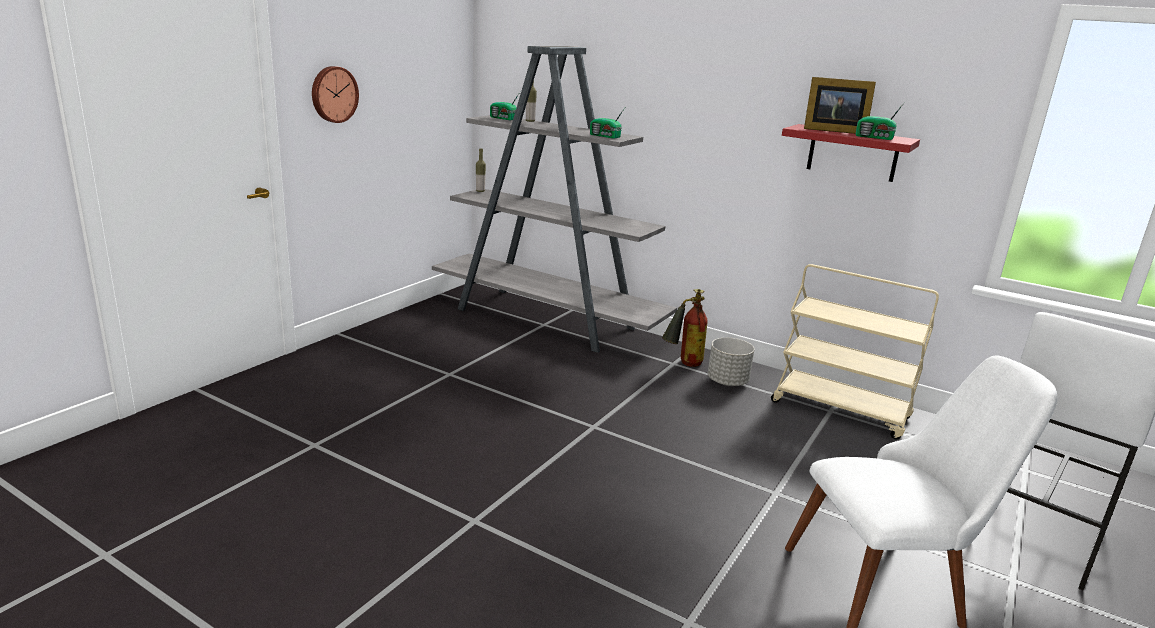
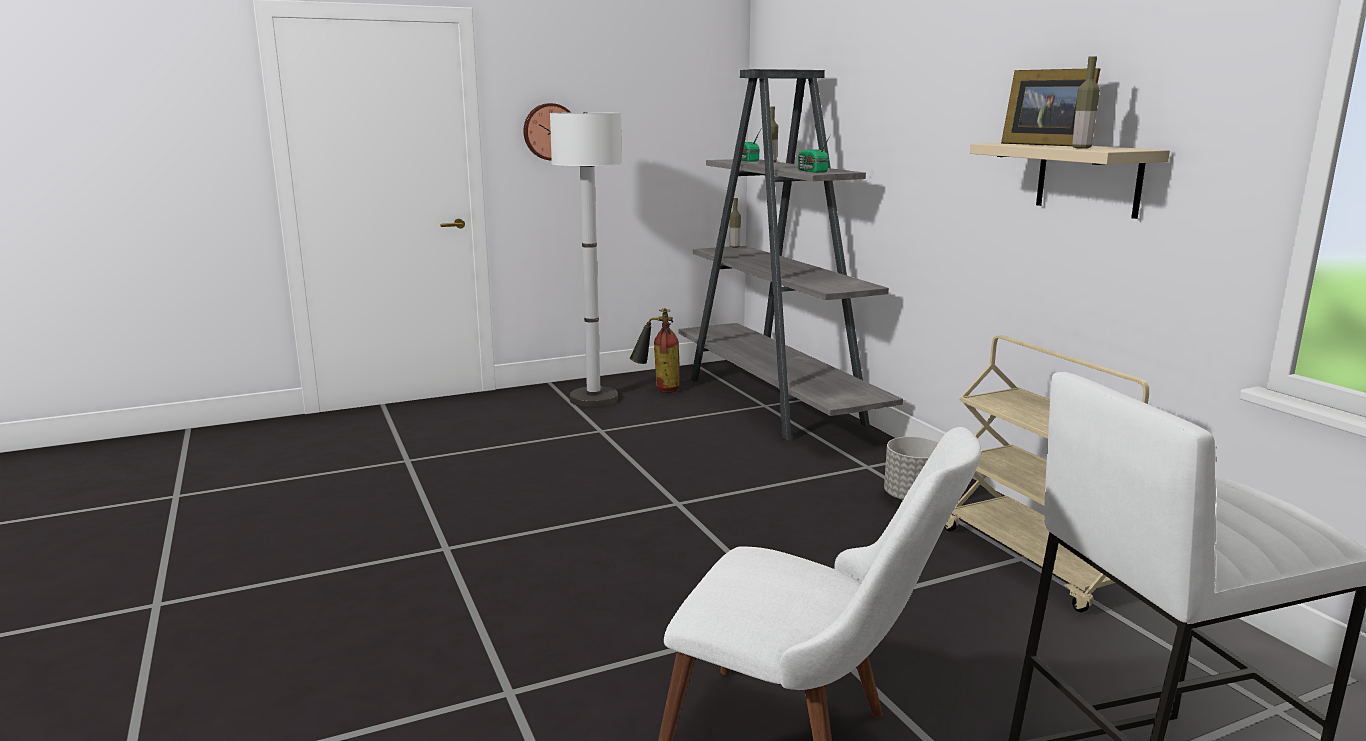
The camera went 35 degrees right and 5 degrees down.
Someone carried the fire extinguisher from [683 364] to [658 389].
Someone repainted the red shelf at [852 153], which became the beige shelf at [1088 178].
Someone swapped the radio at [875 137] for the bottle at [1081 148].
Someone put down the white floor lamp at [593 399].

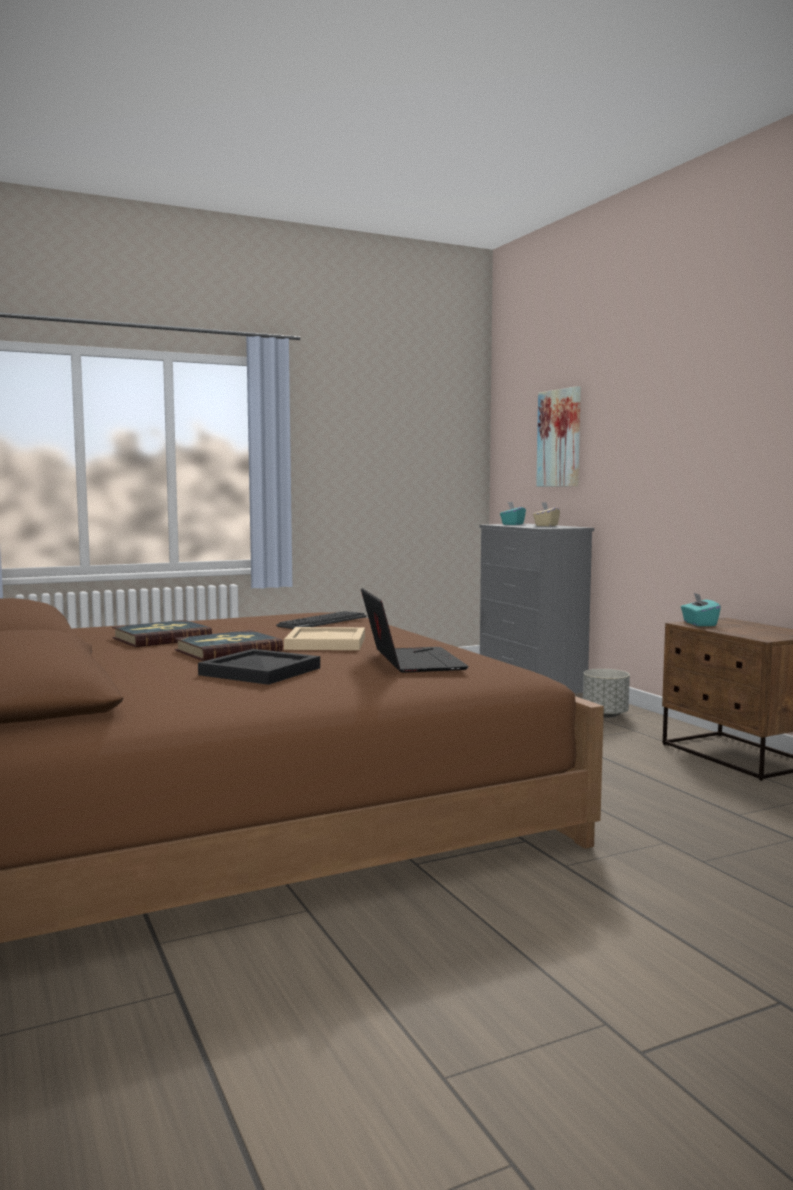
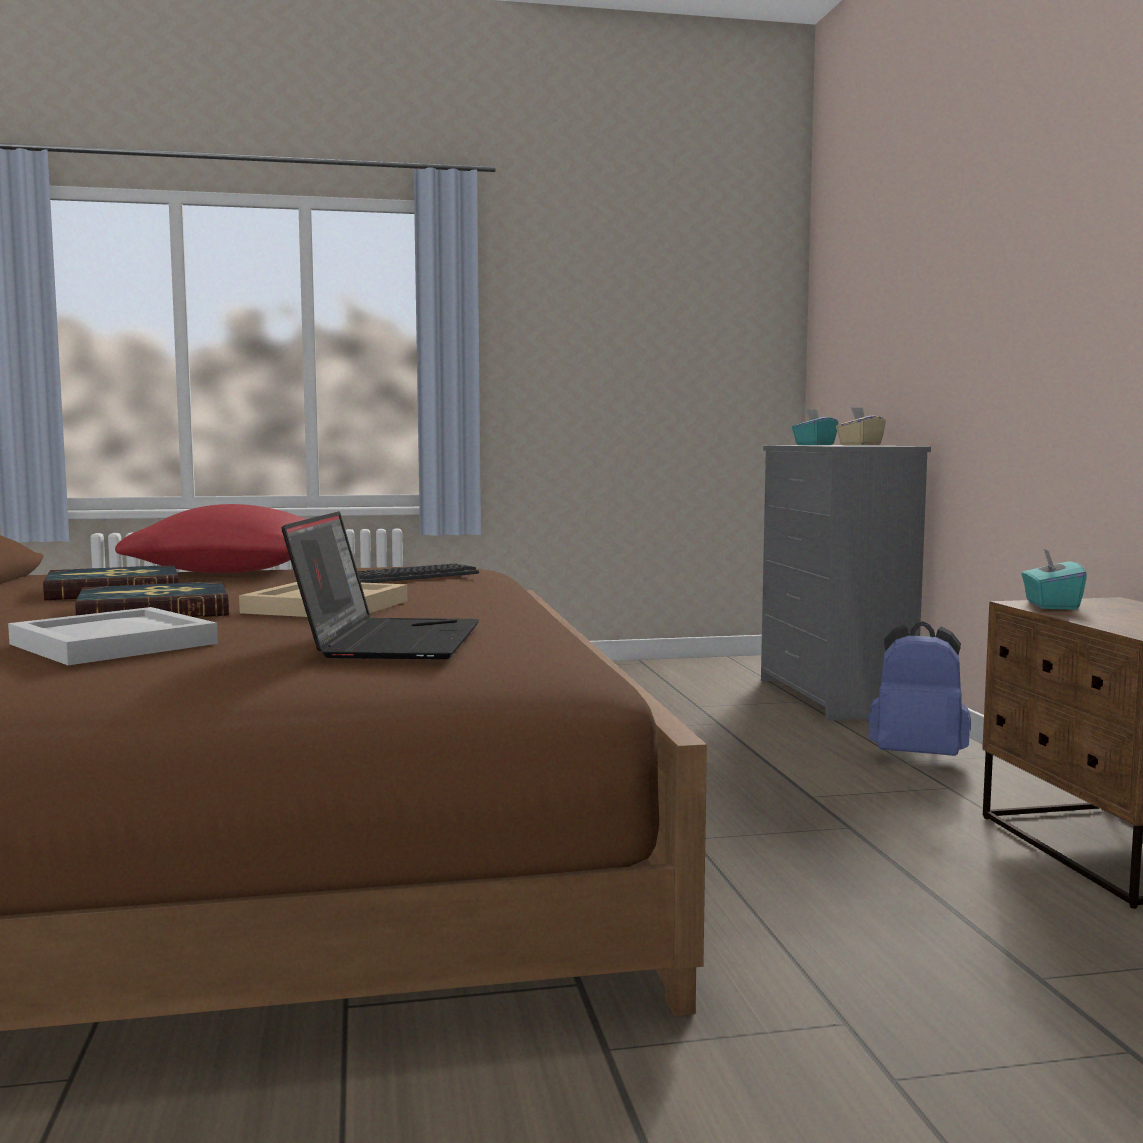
The camera went 15 degrees right and 0 degrees up.
Someone repainted the black tray at [260 671], which became the white tray at [115 643].
Someone took away the picture at [560 438].
Someone swapped the grey planter at [605 715] for the blue backpack at [917 756].
Someone put down the red pillow at [229 571].

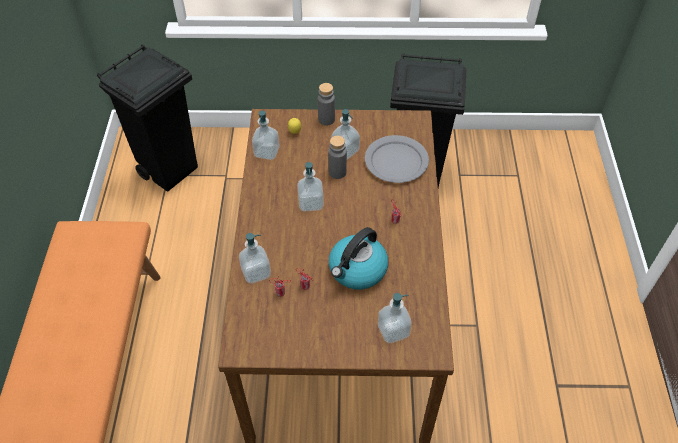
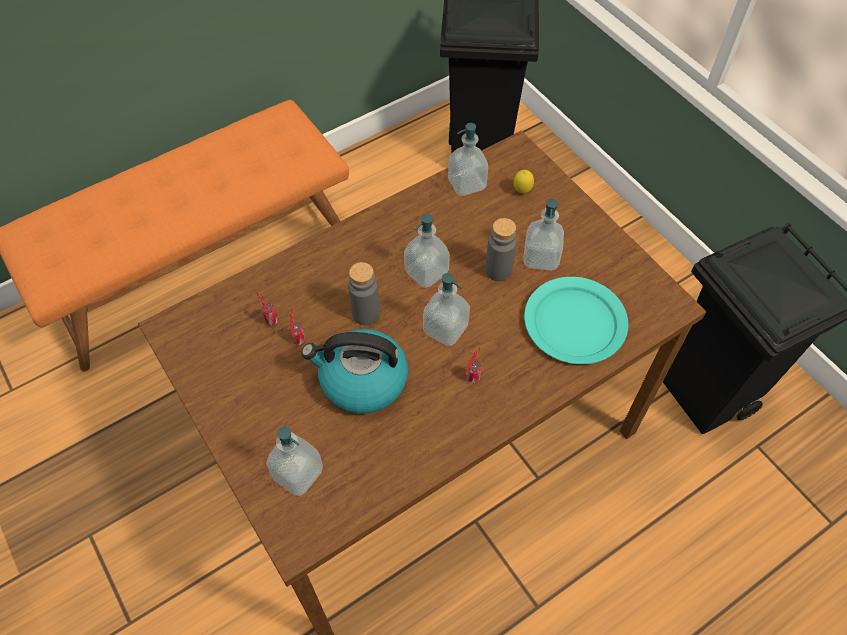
The camera went 55 degrees right and 5 degrees up.
Someone carried the soap dispenser from [256 272] to [445 329].
Someone carried the grey bottle from [326 119] to [366 313].
Someone repainted the grey plate at [396 161], which became the turquoise plate at [574 323].

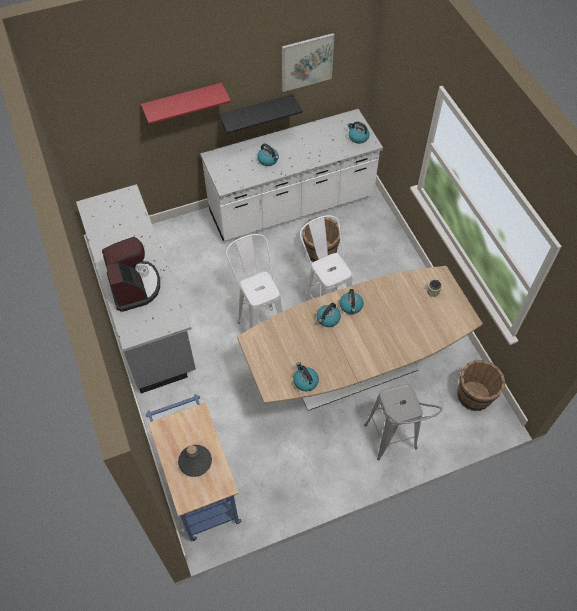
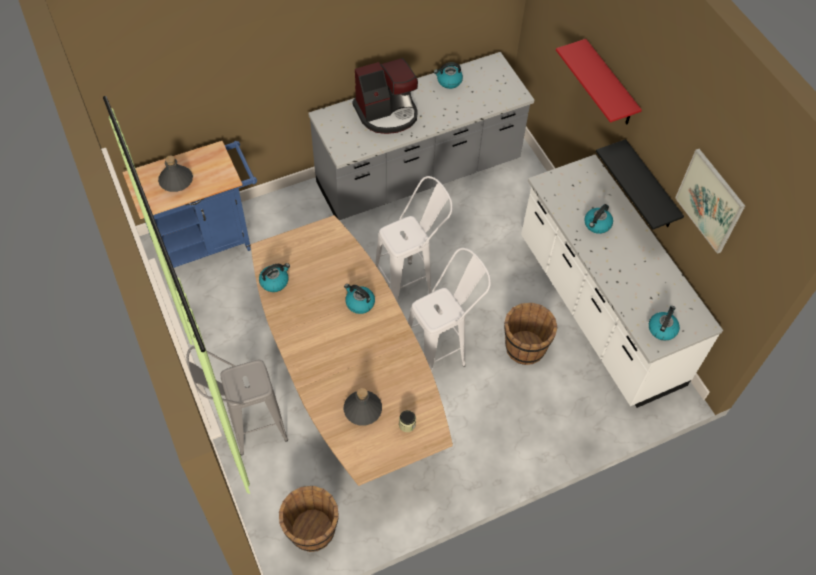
The camera went 85 degrees right and 0 degrees up.
Someone carried the kettle from [351 306] to [449 81].
Someone put down the grey bottle at [363 409].

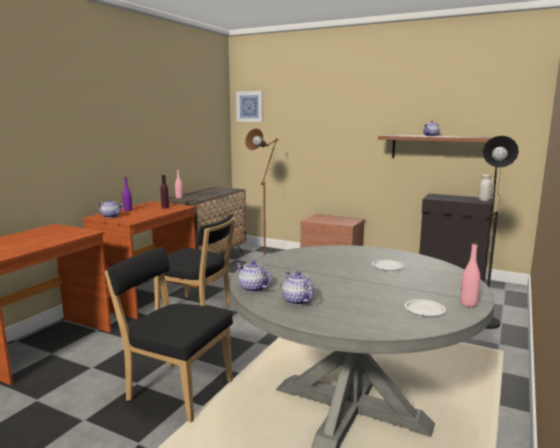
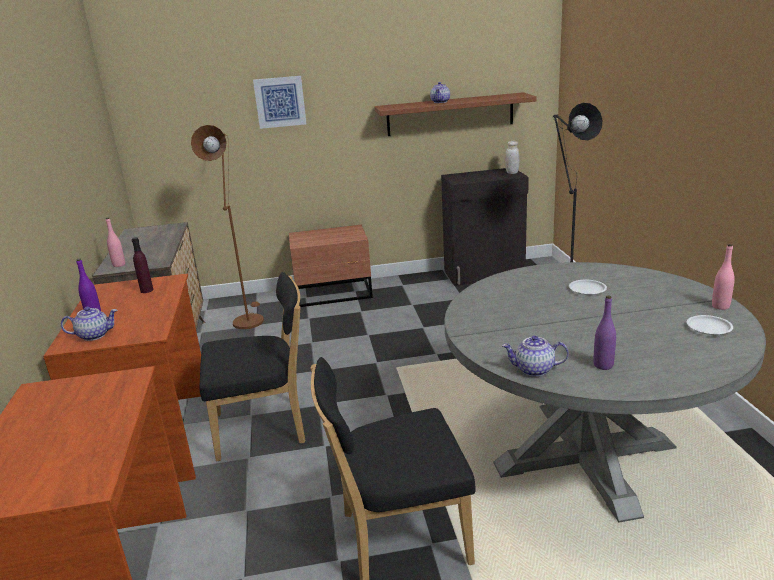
The camera went 35 degrees left and 10 degrees up.
Someone carried the picture from [249 106] to [280 102].
Someone swapped the teapot at [297 301] for the purple bottle at [603 365].

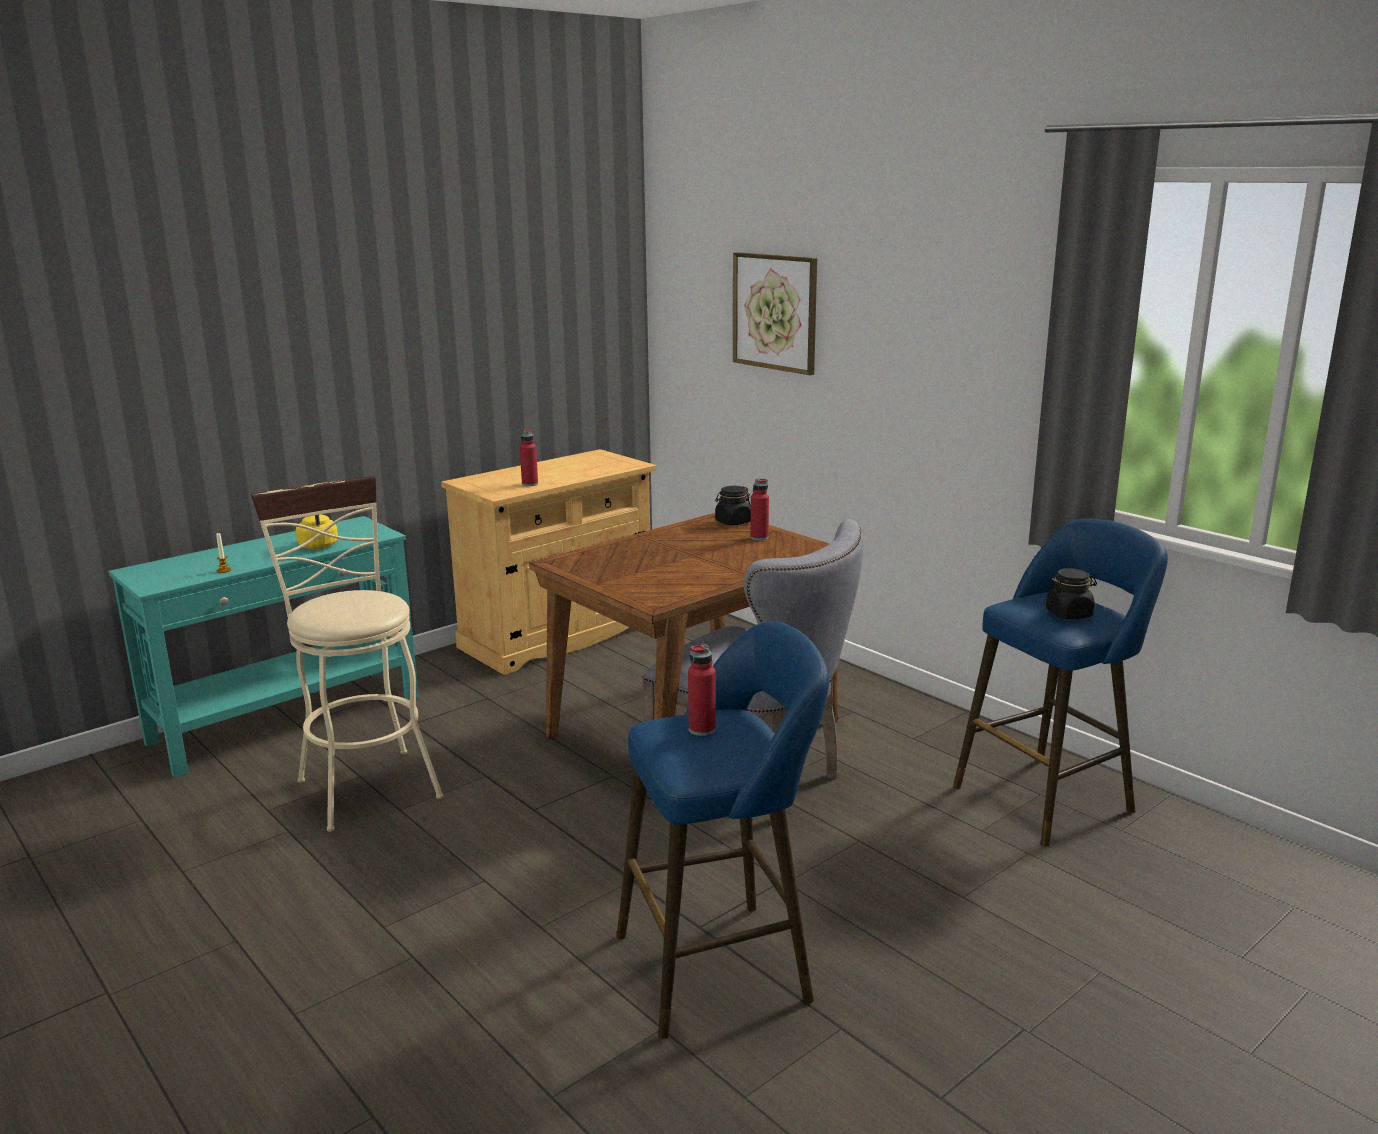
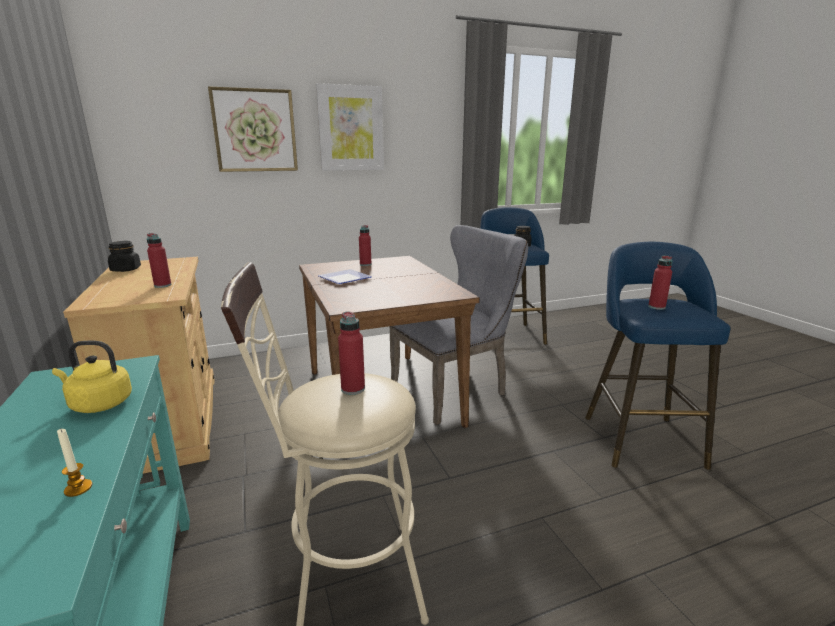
The camera went 70 degrees left and 0 degrees up.
Someone carried the black jar from [733 522] to [126 269].
Someone put up the picture at [351 128].
Someone put down the plate at [345 278].
Someone put down the red bottle at [353 389].

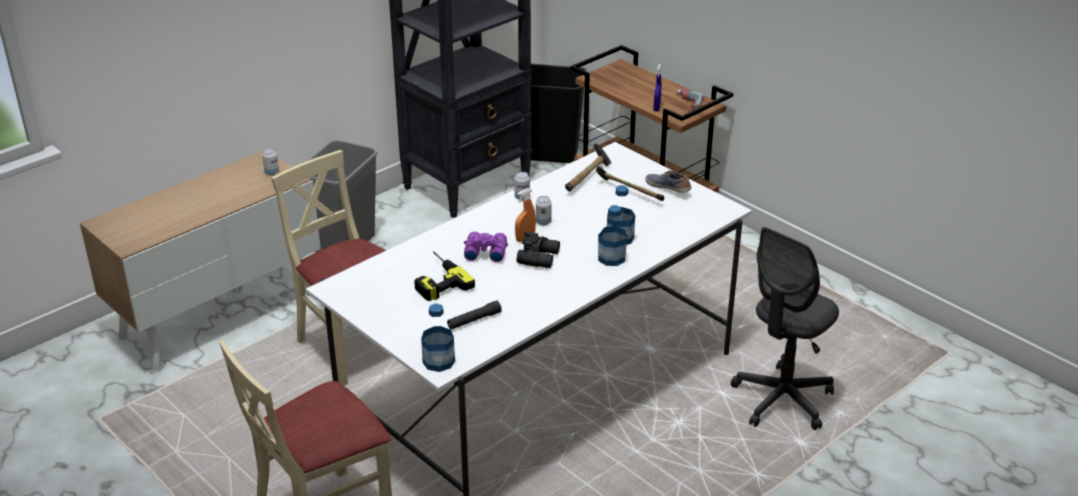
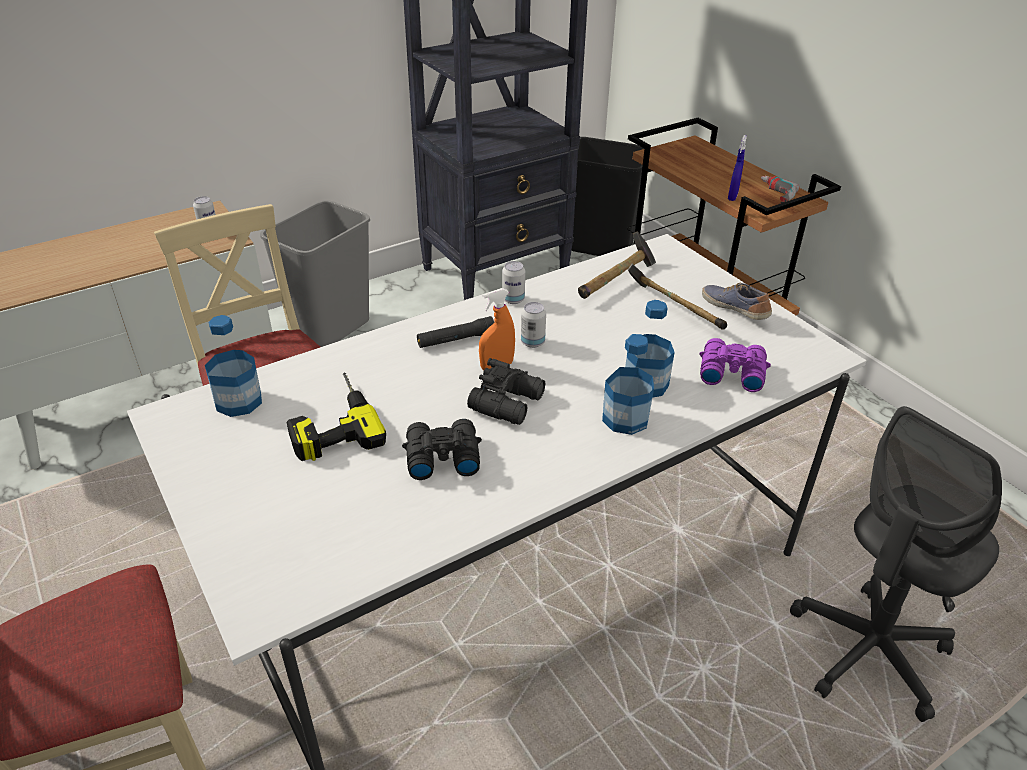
The camera went 10 degrees right and 5 degrees up.
Someone carried the bottle from [438 361] to [239 401].
Someone carried the black flashlight from [474 320] to [456 340].
Someone carried the purple binoculars from [485 252] to [730 372].
Someone put down the black binoculars at [441 456].

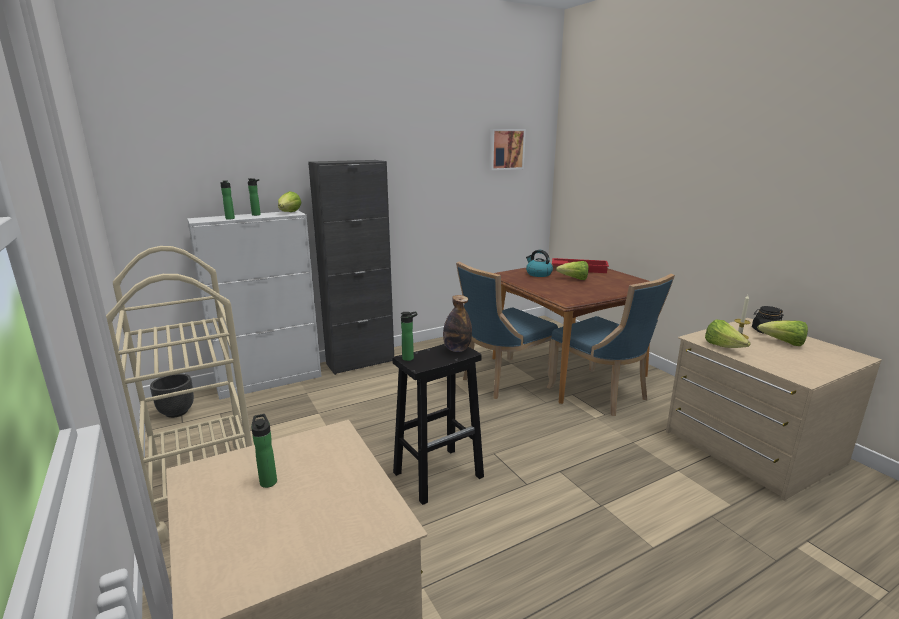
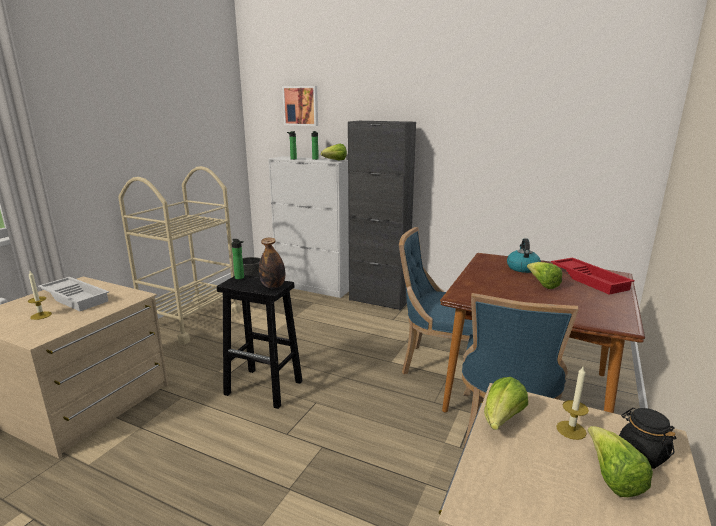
The camera went 55 degrees right and 0 degrees up.
Someone swapped the bottle at [268 480] for the white tray at [76 297].
Someone carried the picture from [506 149] to [301 106].
Someone put down the candle at [41 315].

